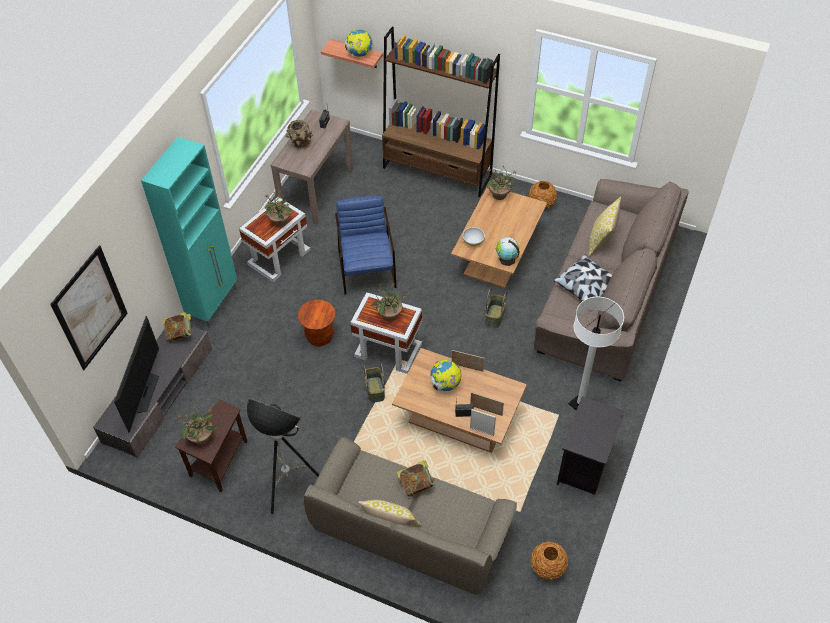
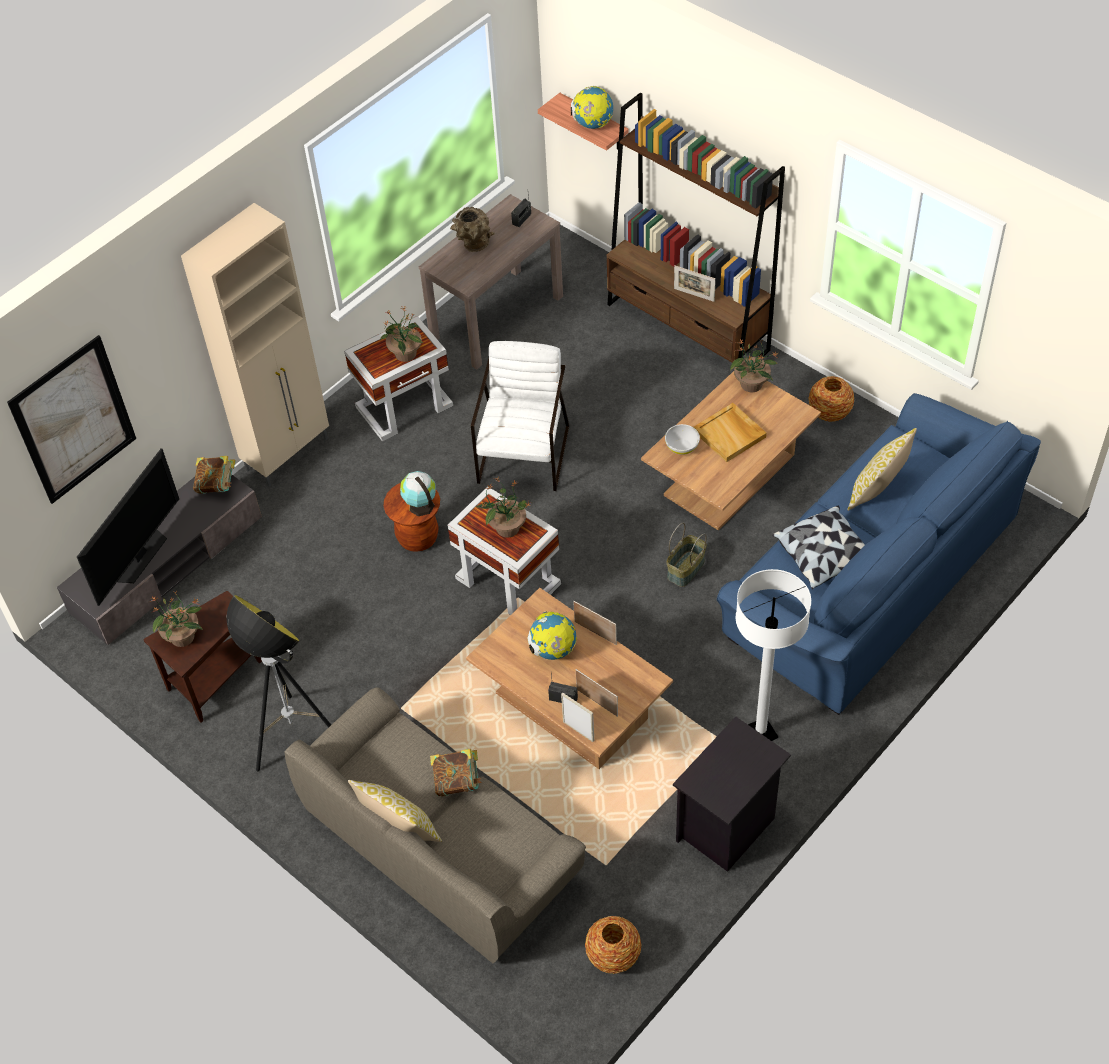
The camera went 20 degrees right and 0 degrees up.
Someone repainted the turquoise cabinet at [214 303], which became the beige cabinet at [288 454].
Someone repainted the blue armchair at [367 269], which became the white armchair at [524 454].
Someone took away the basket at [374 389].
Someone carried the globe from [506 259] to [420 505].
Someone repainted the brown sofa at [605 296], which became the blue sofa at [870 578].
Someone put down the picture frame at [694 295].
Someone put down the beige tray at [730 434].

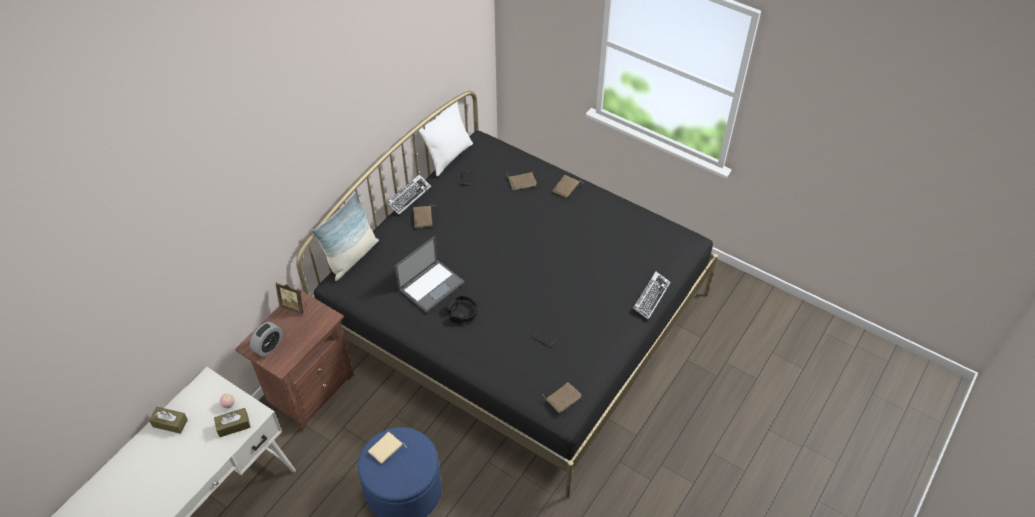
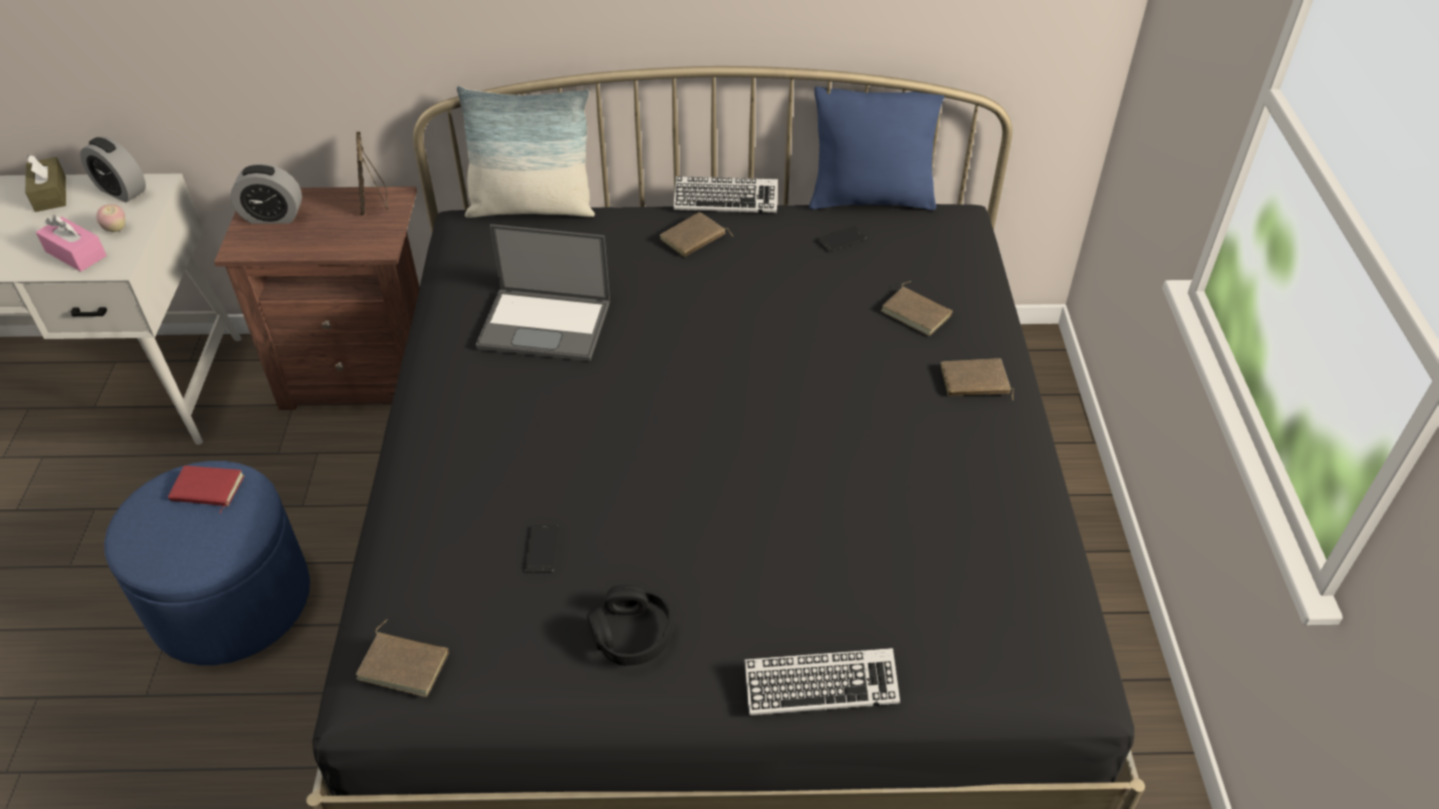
The camera went 55 degrees right and 5 degrees down.
Someone repainted the brown tissue box at [233 425], which became the pink tissue box at [76 254].
Someone repainted the beige book at [386 449], which became the red book at [206 490].
Someone repainted the white pillow at [449 156], which became the blue pillow at [871 199].
Someone carried the black headphones from [462 312] to [631 634].
Someone put down the alarm clock at [121 190].

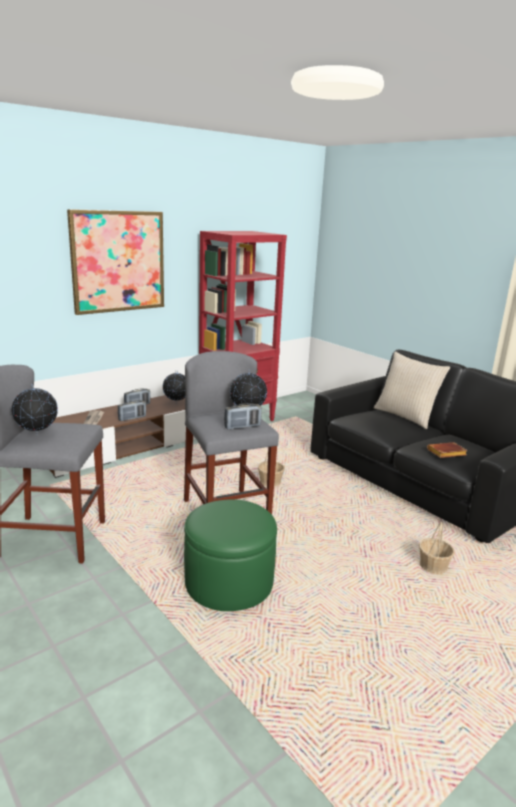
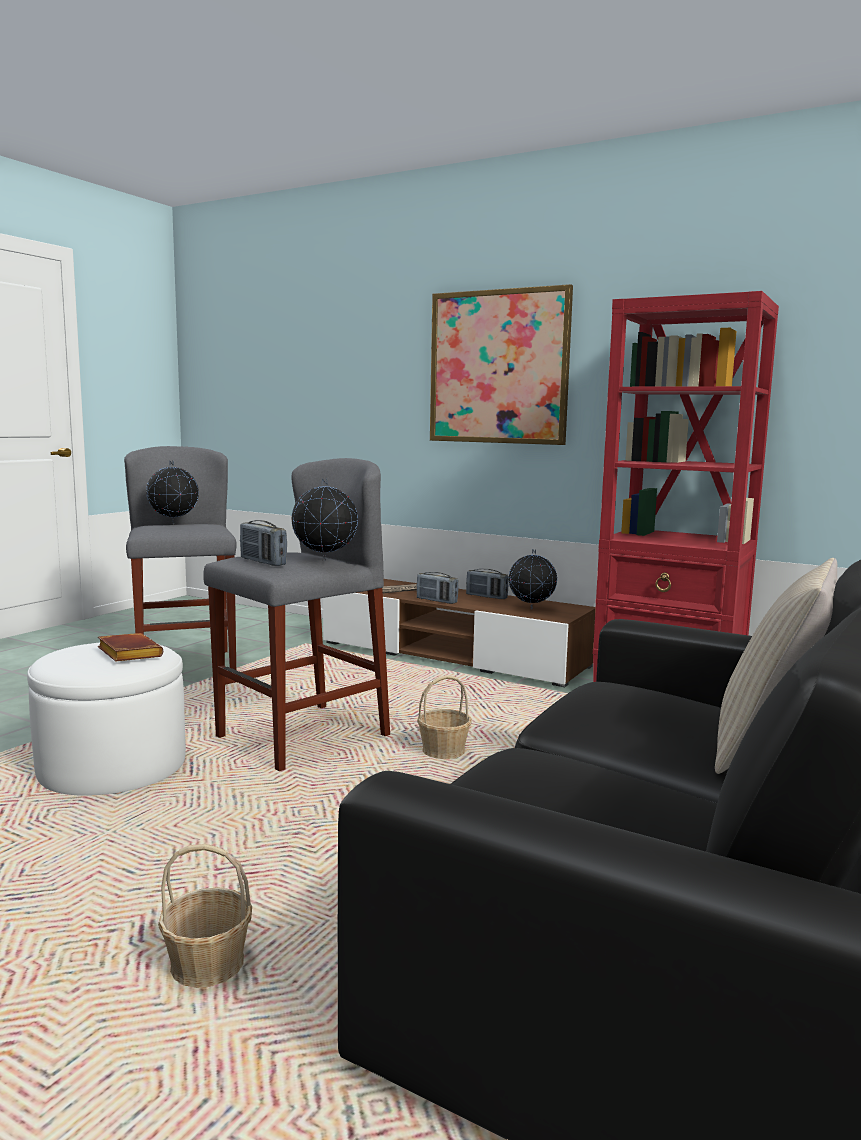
The camera went 70 degrees right and 10 degrees down.
Someone repainted the green ottoman at [229 581], which became the white ottoman at [112 766].
Someone carried the brown book from [446 453] to [127 653].

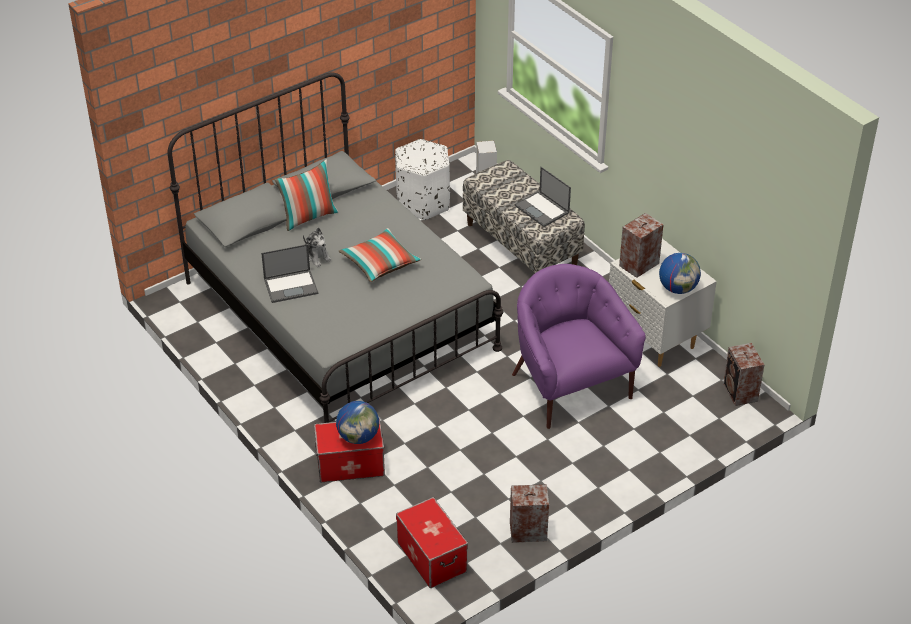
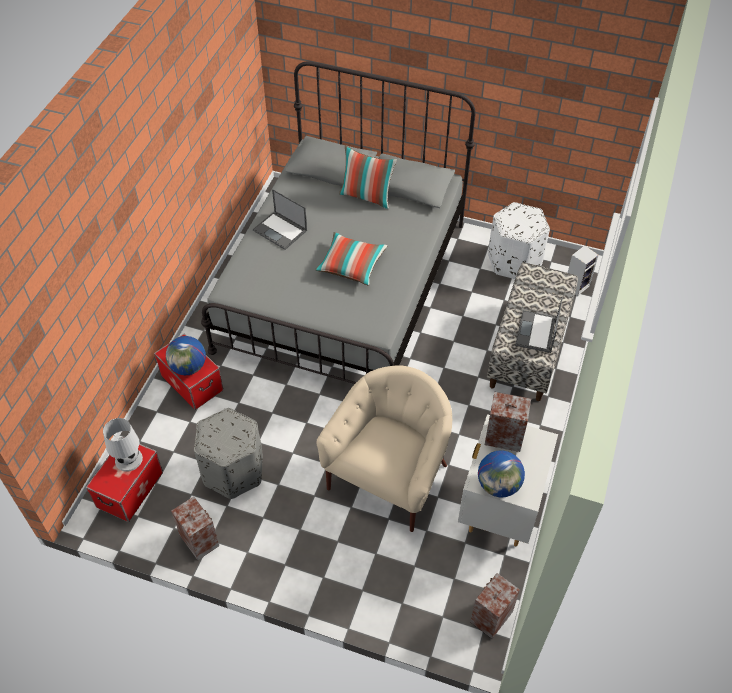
The camera went 55 degrees right and 10 degrees up.
Someone took away the plush toy at [316 257].
Someone repainted the purple armchair at [569 386], which became the beige armchair at [389 477].
Someone put down the white table lamp at [128 459].
Someone put down the grey ottoman at [233 471].

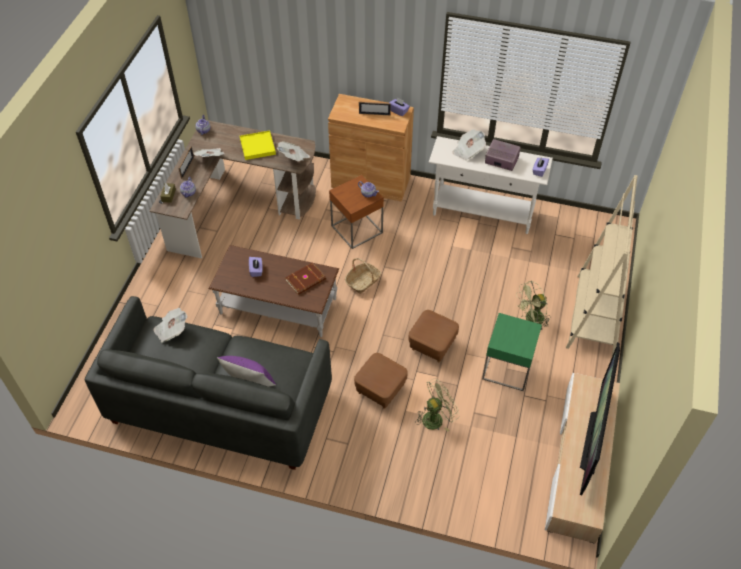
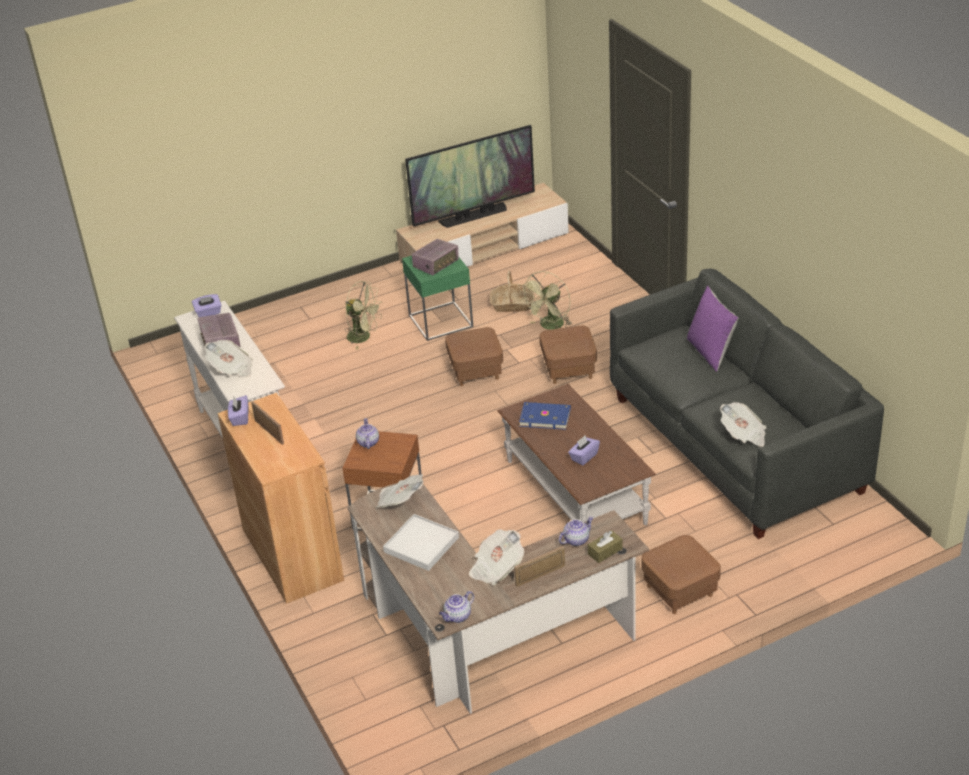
The camera went 130 degrees left and 15 degrees down.
Someone repainted the yellow tray at [257 146], which became the white tray at [421 545].
Someone repainted the brown book at [306 280], which became the blue book at [544 417].
Someone carried the basket from [363 281] to [512 305].
Someone rotated the green fan at [436 417] by 75 degrees counterclockwise.
Someone took away the beige bookcase at [595 315].
Someone put down the radio at [436 264].
Someone put down the brown ottoman at [680 590].

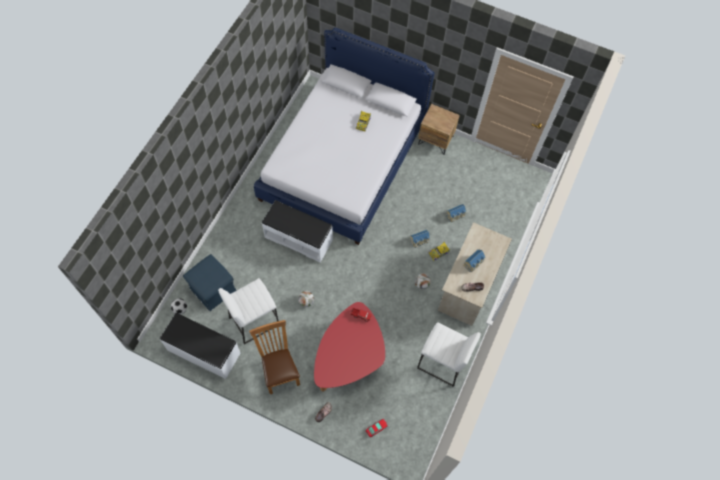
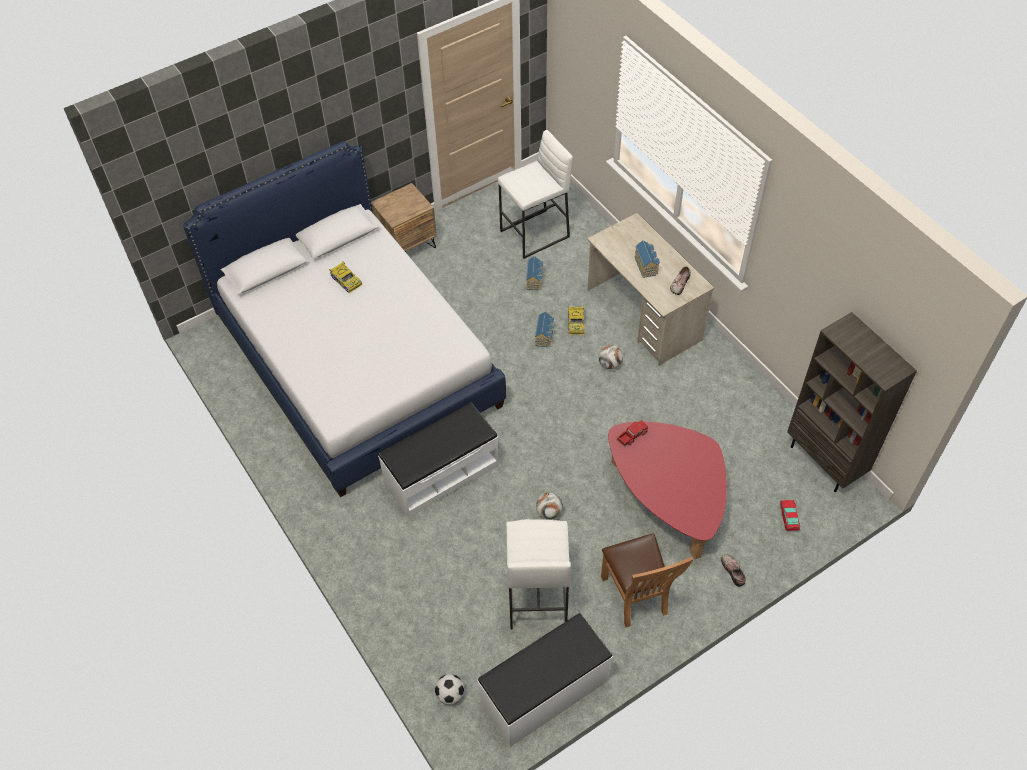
The camera went 55 degrees left and 10 degrees down.
Someone took away the blue ottoman at [212 289].
Someone rotated the brown chair at [279 370] by 120 degrees counterclockwise.
Someone carried the white stool from [441 363] to [535 234].
Someone put down the brown bookcase at [825 461].

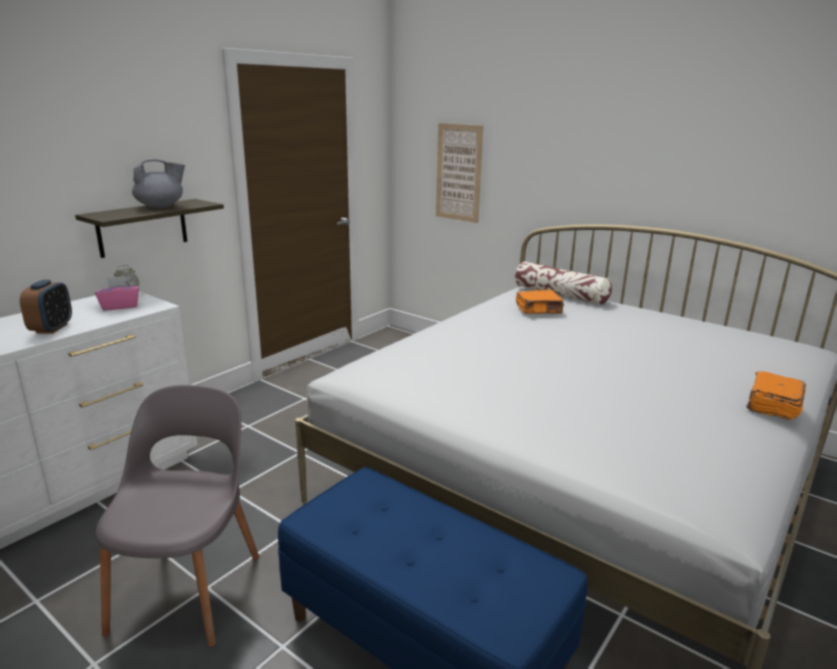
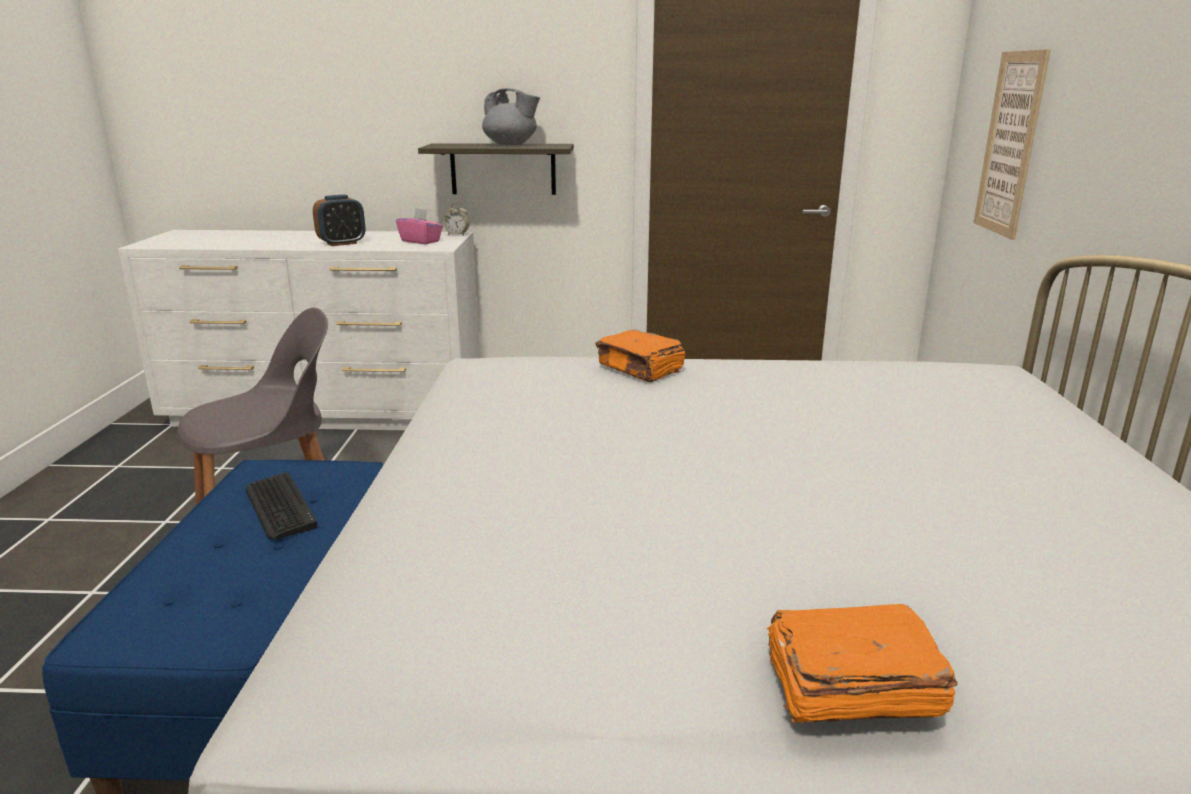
The camera went 55 degrees right and 0 degrees up.
Someone took away the pillow at [560 295].
Someone carried the orange book from [539 310] to [640 369].
Someone put down the keyboard at [279 507].

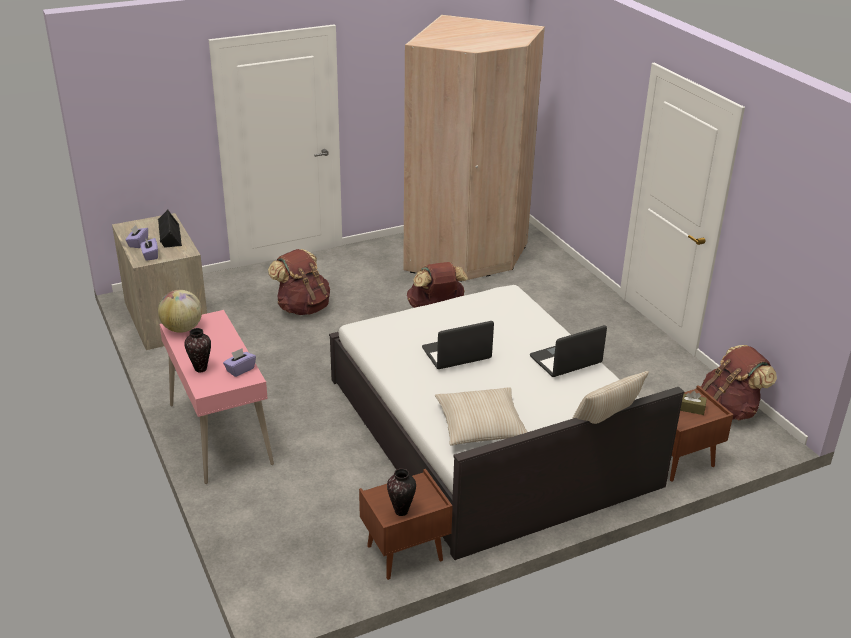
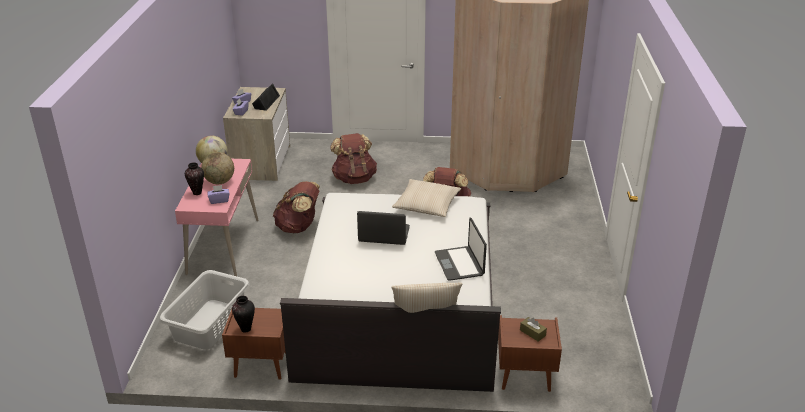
The camera went 30 degrees right and 0 degrees up.
Someone carried the beige pillow from [480 425] to [426 204].
Someone rotated the laptop at [566 360] by 105 degrees counterclockwise.
Someone carried the brown backpack from [729 409] to [298 227].
Someone put down the grey laundry basket at [208 324].
Someone put down the globe at [219 182].

